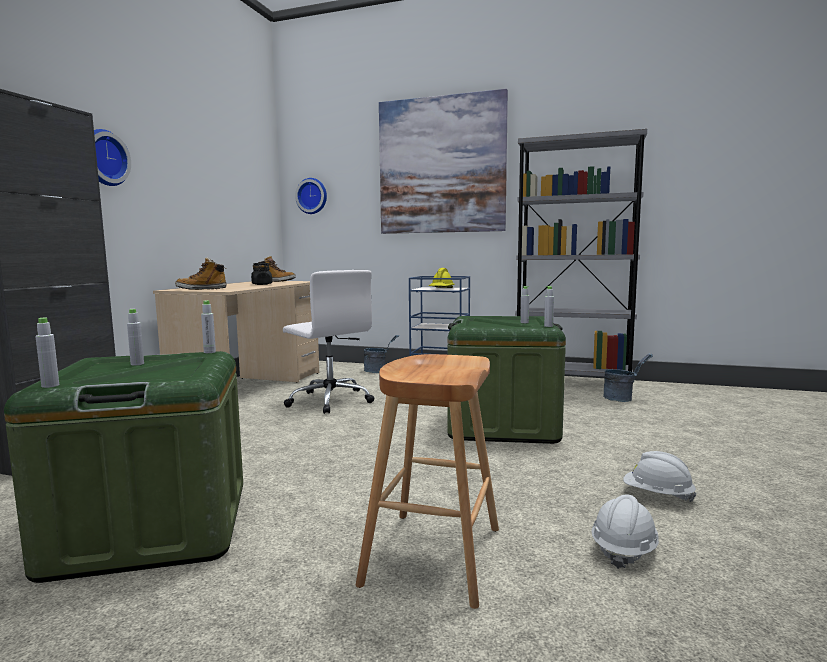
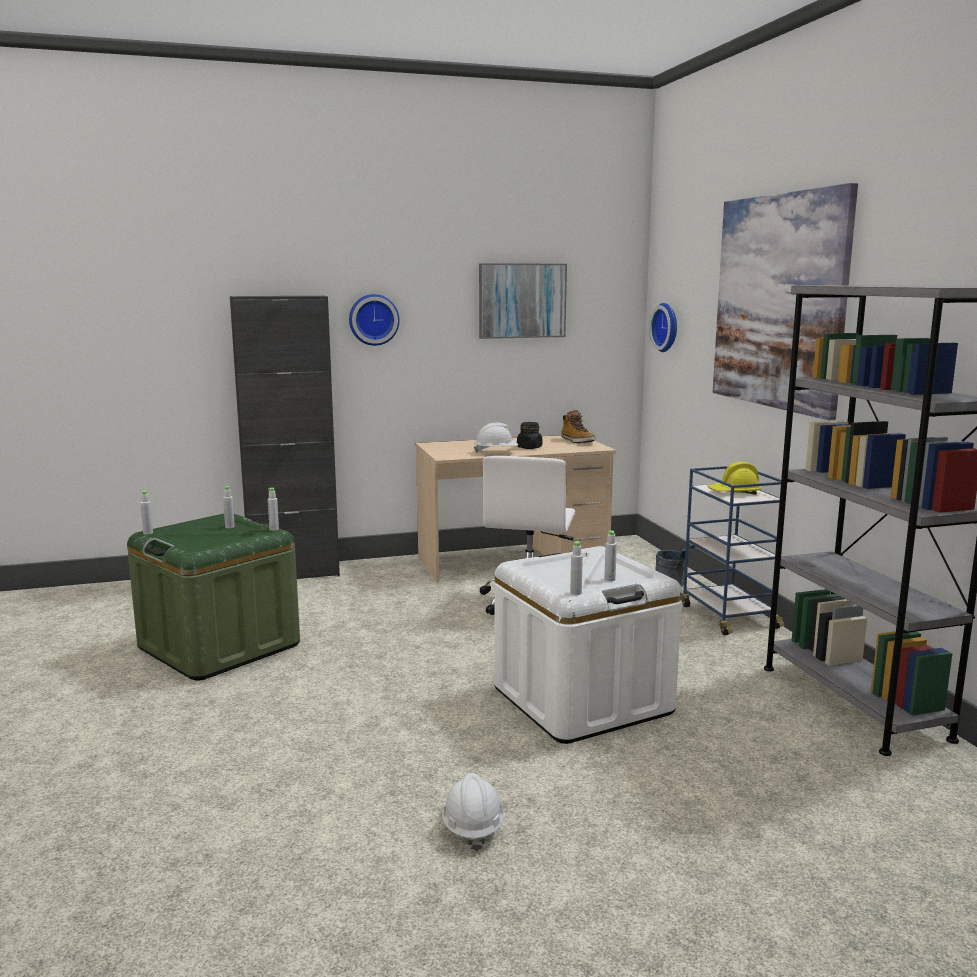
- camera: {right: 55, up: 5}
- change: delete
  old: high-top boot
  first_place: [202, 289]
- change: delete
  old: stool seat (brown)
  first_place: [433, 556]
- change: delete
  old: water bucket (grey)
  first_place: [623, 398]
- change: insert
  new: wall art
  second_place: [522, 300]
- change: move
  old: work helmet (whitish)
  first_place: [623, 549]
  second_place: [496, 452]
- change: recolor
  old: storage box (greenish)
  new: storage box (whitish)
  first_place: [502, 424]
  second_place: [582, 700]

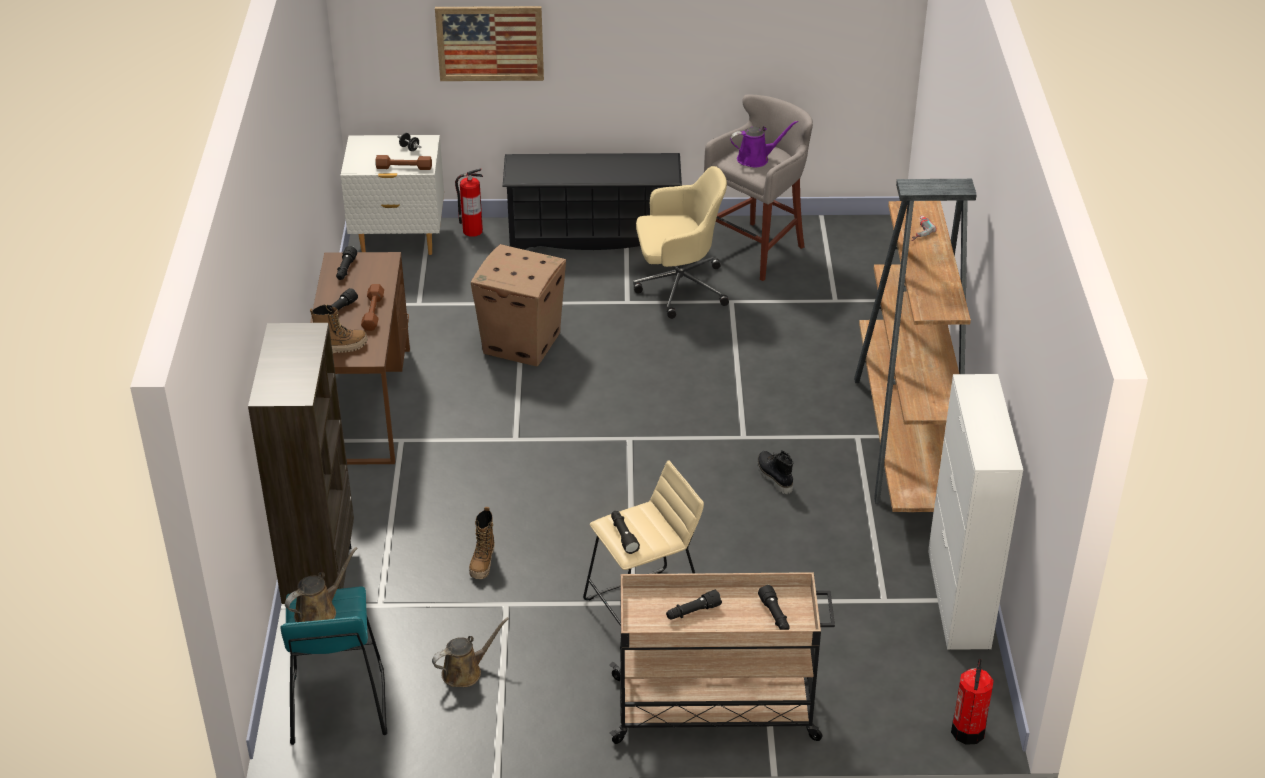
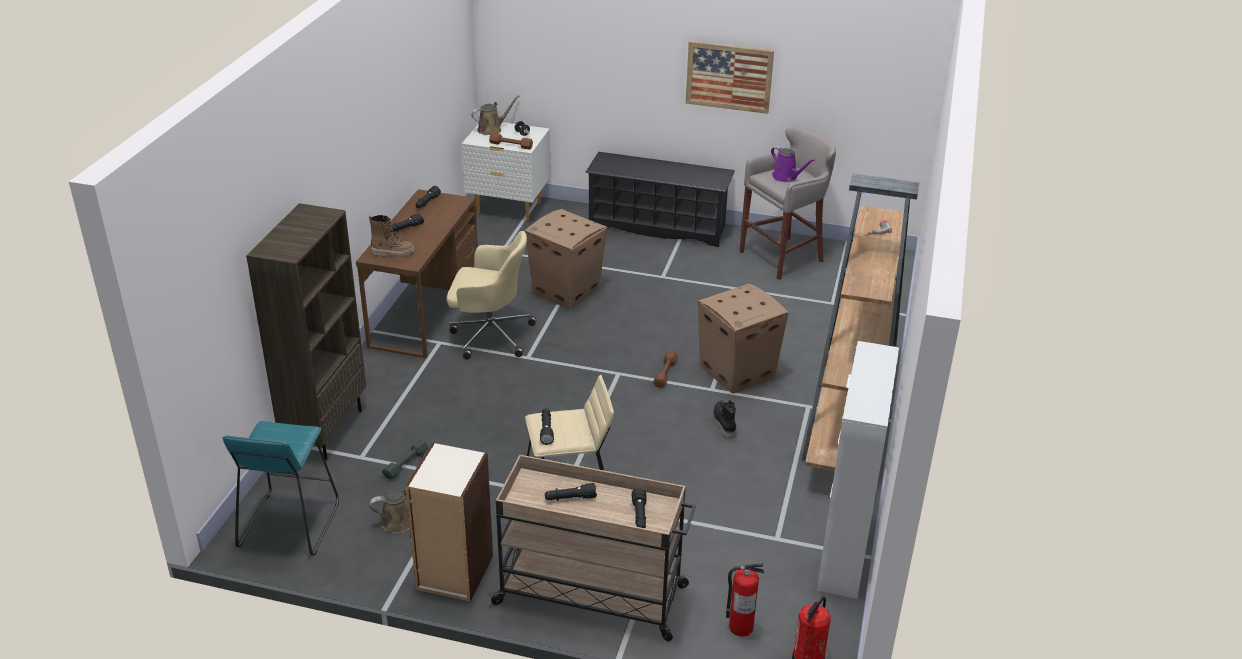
- camera: {right: 15, up: -5}
- change: delete
  old: high-top boot
  first_place: [483, 563]
- change: insert
  new: dumbbell (grey)
  second_place: [406, 464]
- change: insert
  new: shelving unit
  second_place: [454, 573]
- change: insert
  new: packing box
  second_place: [738, 372]
- change: move
  old: sprinkling can (brown)
  first_place: [319, 611]
  second_place: [492, 129]
- change: move
  old: dumbbell (brown)
  first_place: [373, 312]
  second_place: [665, 373]
- change: move
  old: wall art
  first_place: [490, 43]
  second_place: [729, 76]
- change: move
  old: fire extinguisher
  first_place: [472, 231]
  second_place: [740, 627]
- change: move
  old: desk chair (beige-coloured)
  first_place: [678, 287]
  second_place: [489, 335]
- change: rotate
  old: sprinkling can (purple)
  first_place: [756, 158]
  second_place: [786, 177]
  degrees: 45

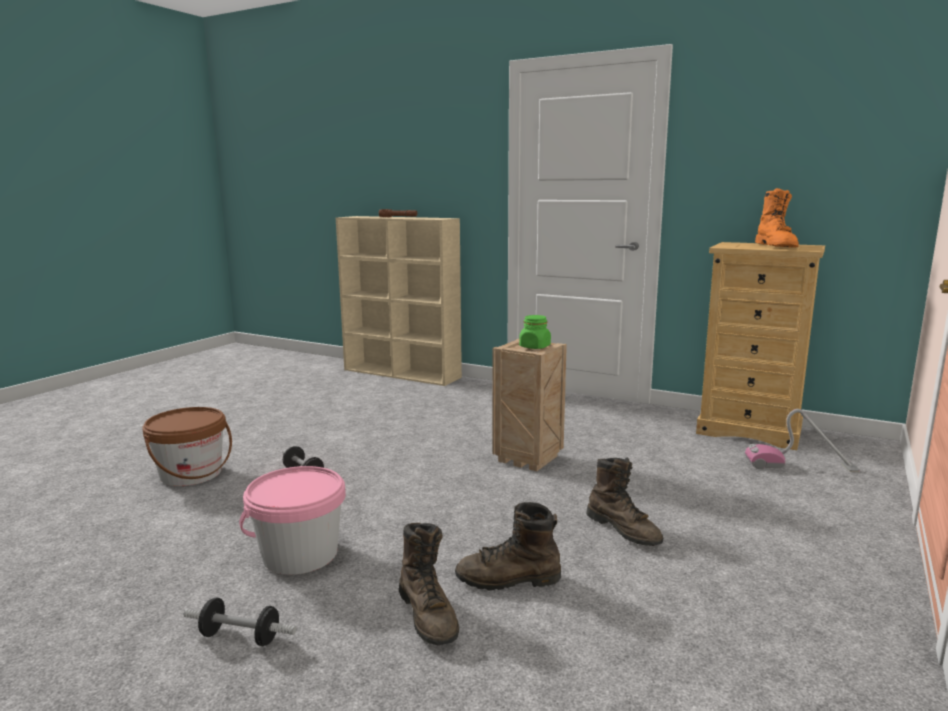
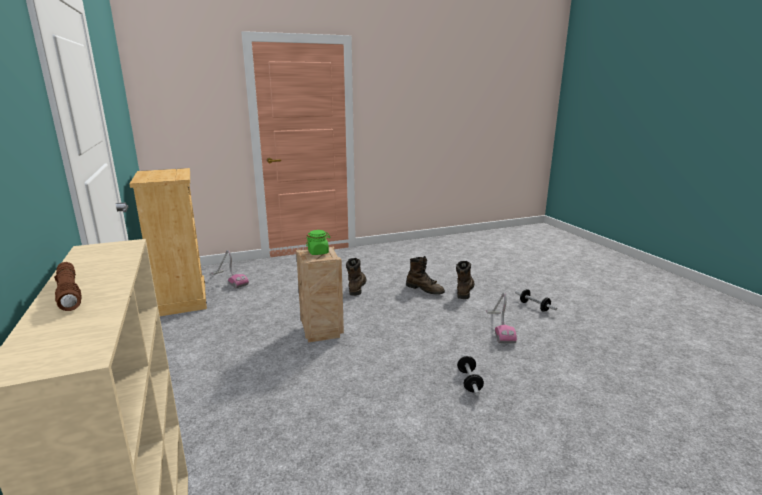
- camera: {right: -140, up: 5}
- change: delete
  old: water bucket (brown)
  first_place: [191, 474]
- change: delete
  old: high-top boot (orange-coloured)
  first_place: [776, 246]
- change: replace
  old: water bucket (pinkish)
  new: vacuum cleaner
  first_place: [300, 554]
  second_place: [499, 327]

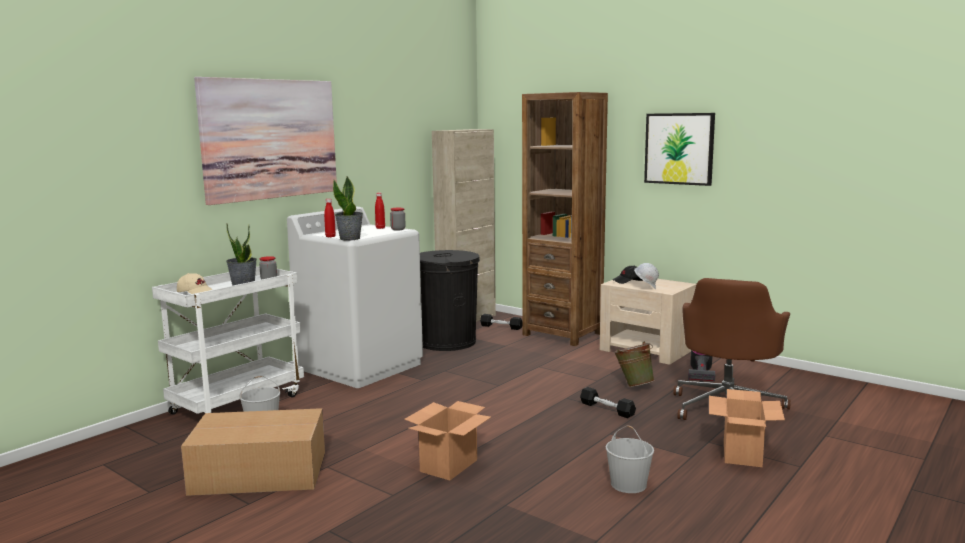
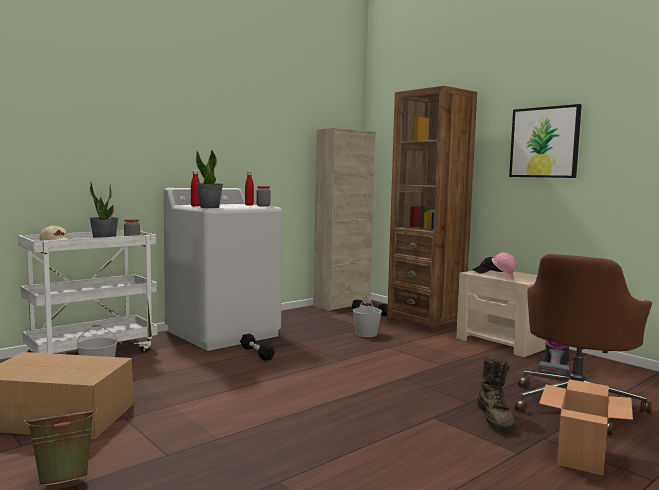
- camera: {right: 10, up: -5}
- change: delete
  old: wall art
  first_place: [270, 139]
- change: delete
  old: packing box
  first_place: [449, 465]
- change: delete
  old: rubbish bin (black)
  first_place: [447, 342]
- change: insert
  new: high-top boot (brown)
  second_place: [495, 418]
- change: move
  old: dumbbell (black)
  first_place: [607, 409]
  second_place: [257, 353]
- change: move
  old: water bucket (whitish)
  first_place: [629, 484]
  second_place: [366, 334]
- change: move
  old: water bucket (greenish)
  first_place: [633, 385]
  second_place: [64, 479]
- change: recolor
  old: work helmet (whitish)
  new: work helmet (pinkish)
  first_place: [645, 288]
  second_place: [503, 278]

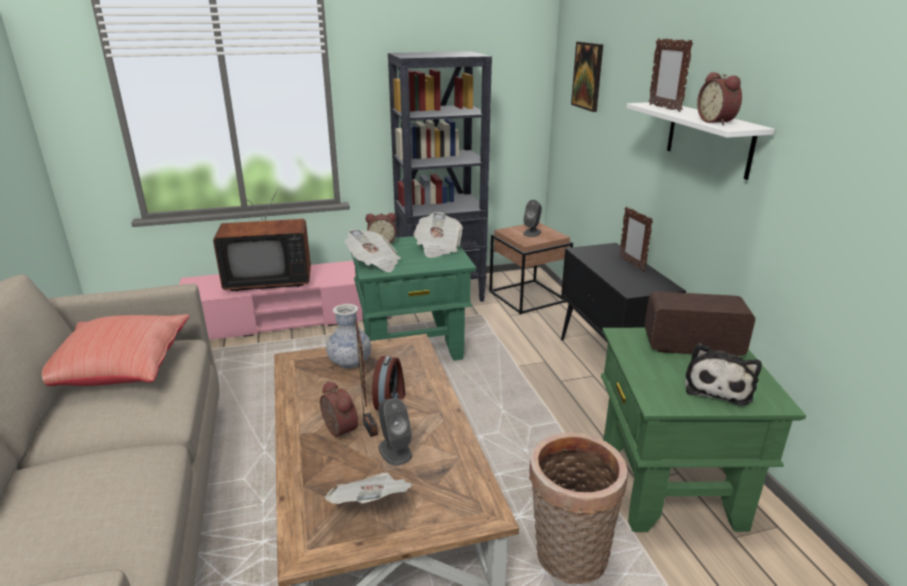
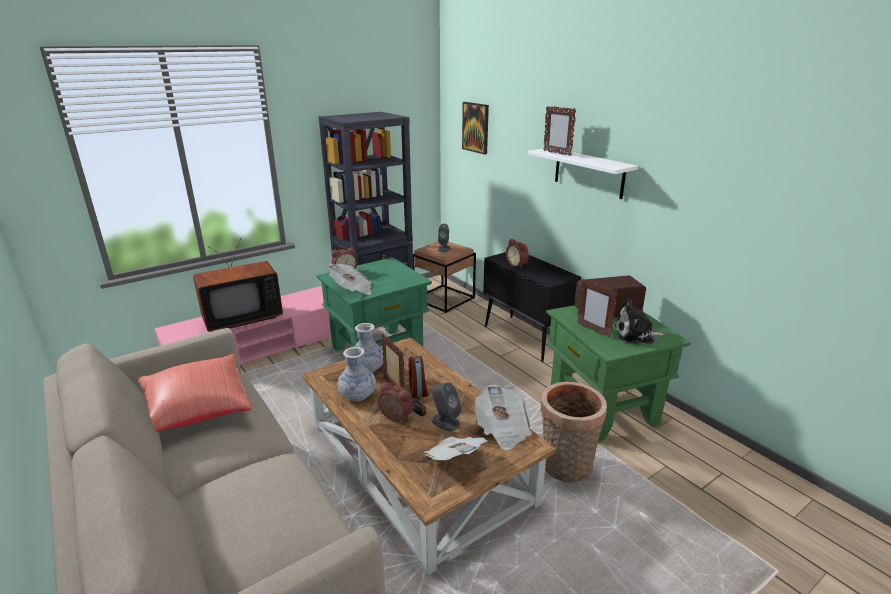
- camera: {right: -20, up: 0}
- change: insert
  new: decorative vase
  second_place: [357, 395]
- change: move
  old: newspaper
  first_place: [437, 248]
  second_place: [502, 429]
- change: move
  old: standing frame
  first_place: [631, 264]
  second_place: [593, 330]
- change: move
  old: bedside clock
  first_place: [717, 122]
  second_place: [517, 264]
- change: rotate
  old: soft toy
  first_place: [718, 387]
  second_place: [636, 335]
  degrees: 90

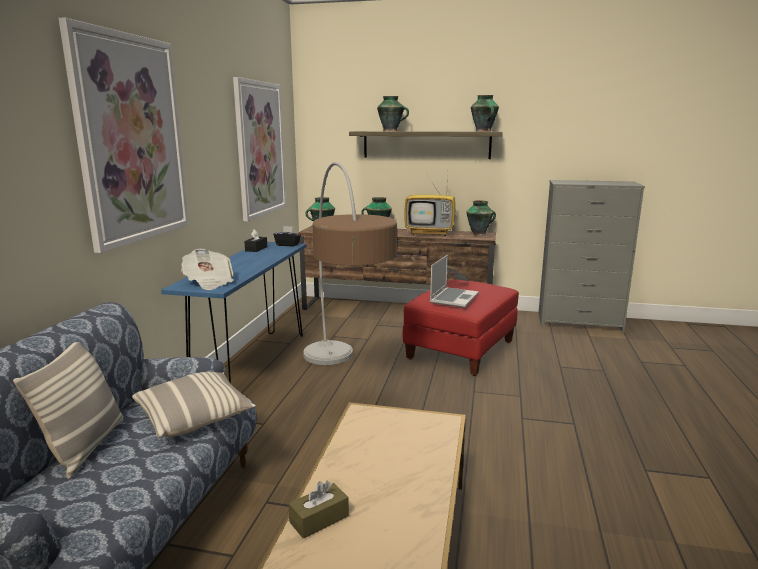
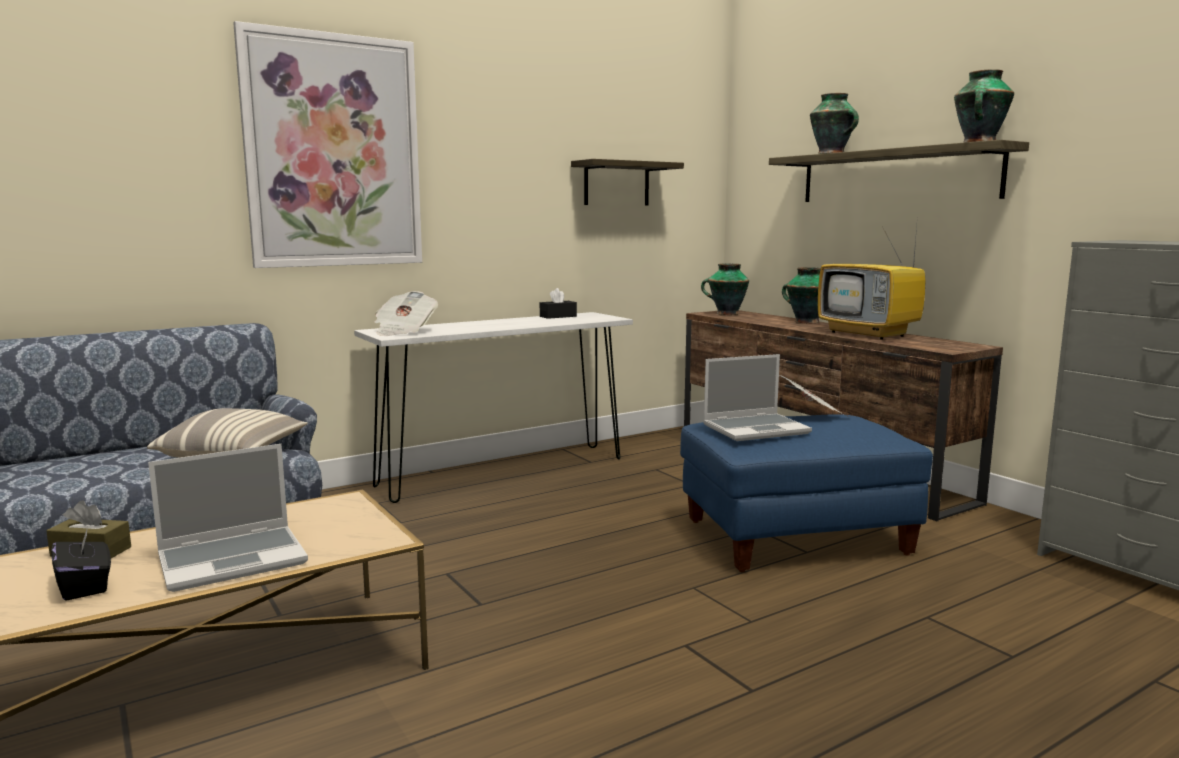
- camera: {right: 45, up: -5}
- change: delete
  old: pillow
  first_place: [85, 447]
- change: delete
  old: standard lamp
  first_place: [343, 385]
- change: delete
  old: decorative vase
  first_place: [479, 234]
- change: insert
  new: laptop
  second_place: [234, 559]
- change: move
  old: tissue holder (black)
  first_place: [287, 245]
  second_place: [85, 586]
- change: replace
  old: wall art
  new: wall shelf
  first_place: [260, 149]
  second_place: [616, 184]
- change: recolor
  old: console table (blue)
  new: console table (whitish)
  first_place: [253, 367]
  second_place: [503, 472]
- change: recolor
  old: pouffe (red-coloured)
  new: pouffe (blue)
  first_place: [460, 350]
  second_place: [795, 537]

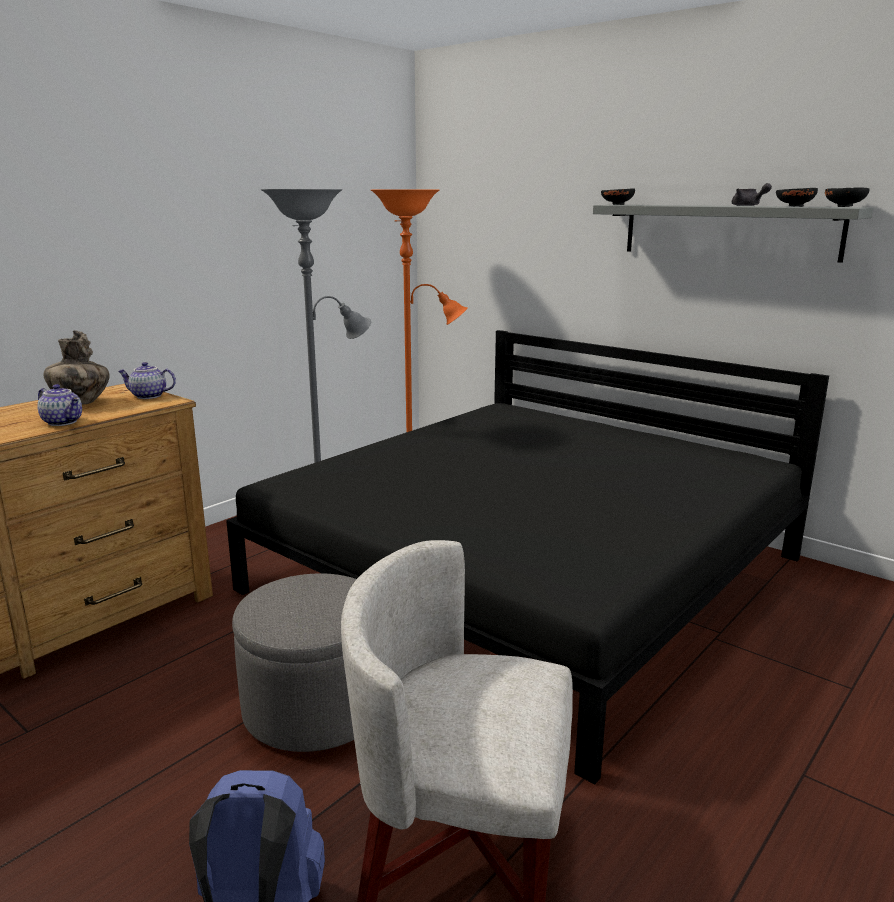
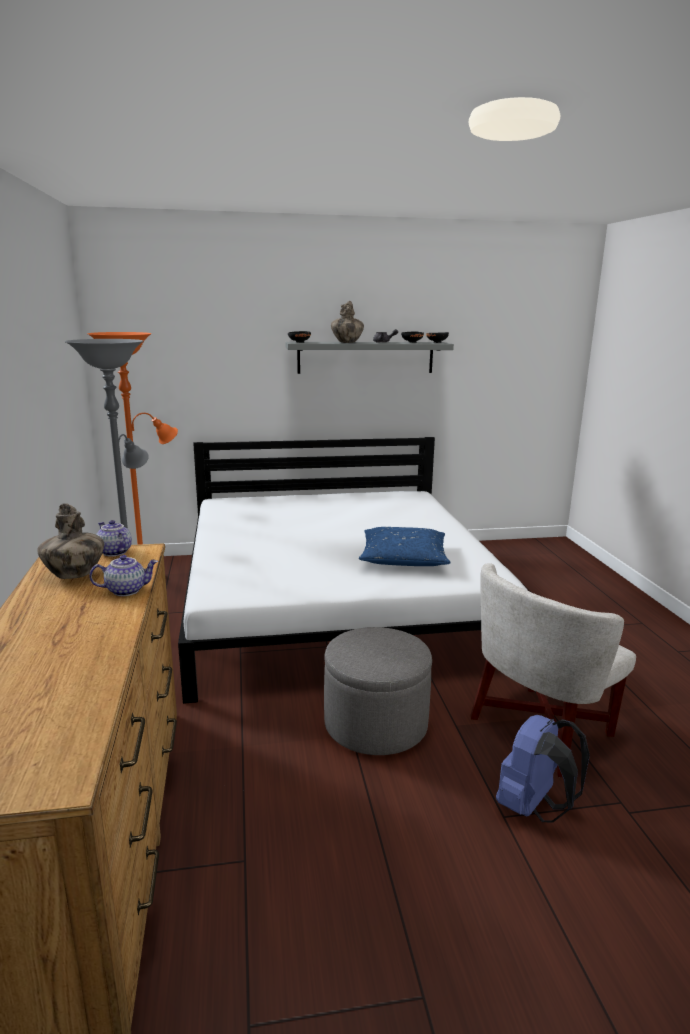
- camera: {right: -50, up: 0}
- change: insert
  new: decorative vase
  second_place: [347, 342]
- change: insert
  new: pillow (blue)
  second_place: [403, 558]
- change: recolor
  old: bedroom bed (black)
  new: bedroom bed (whitish)
  first_place: [529, 574]
  second_place: [336, 604]
- change: rotate
  old: pot for tea
  first_place: [148, 396]
  second_place: [114, 552]
  degrees: 90

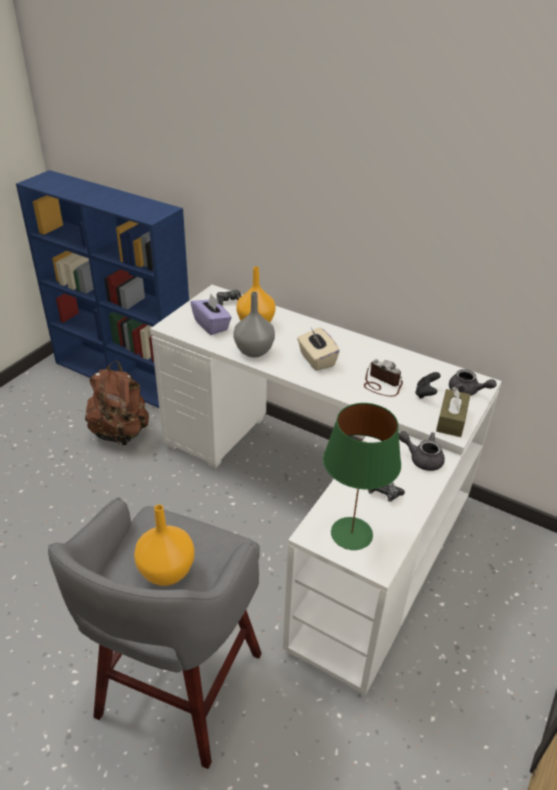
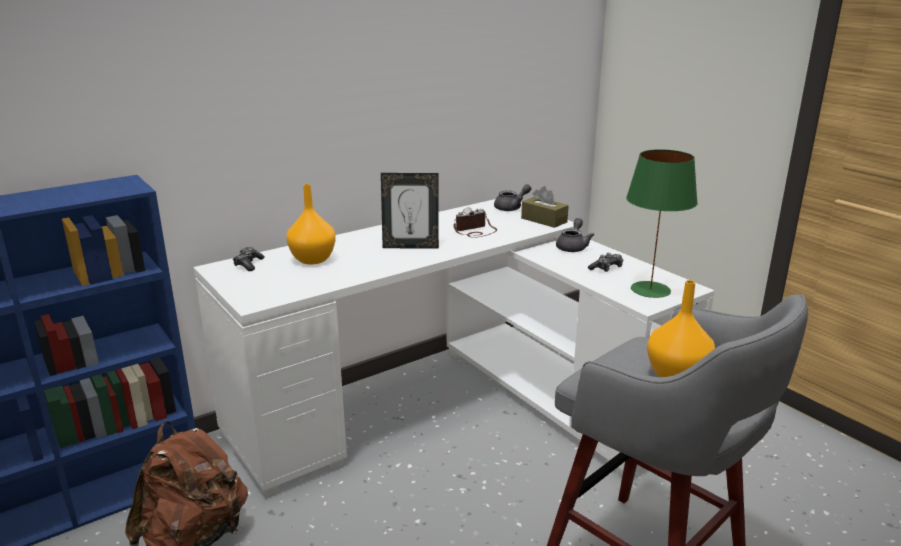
- camera: {right: -65, up: -15}
- change: delete
  old: tissue holder (purple)
  first_place: [211, 325]
- change: delete
  old: decorative vase (grey)
  first_place: [255, 351]
- change: delete
  old: joypad (black)
  first_place: [425, 394]
- change: replace
  old: tissue holder (beige-coloured)
  new: standing frame
  first_place: [316, 359]
  second_place: [410, 246]
- change: rotate
  old: pot for tea (grey)
  first_place: [422, 458]
  second_place: [573, 247]
  degrees: 150

